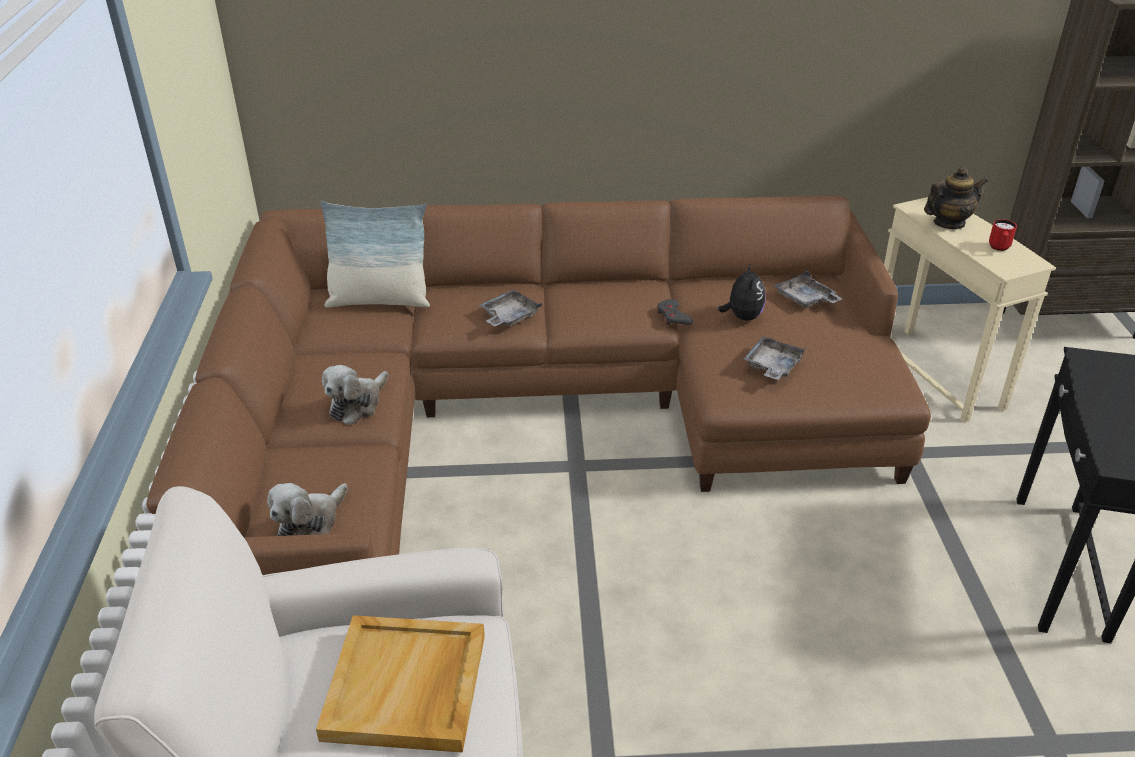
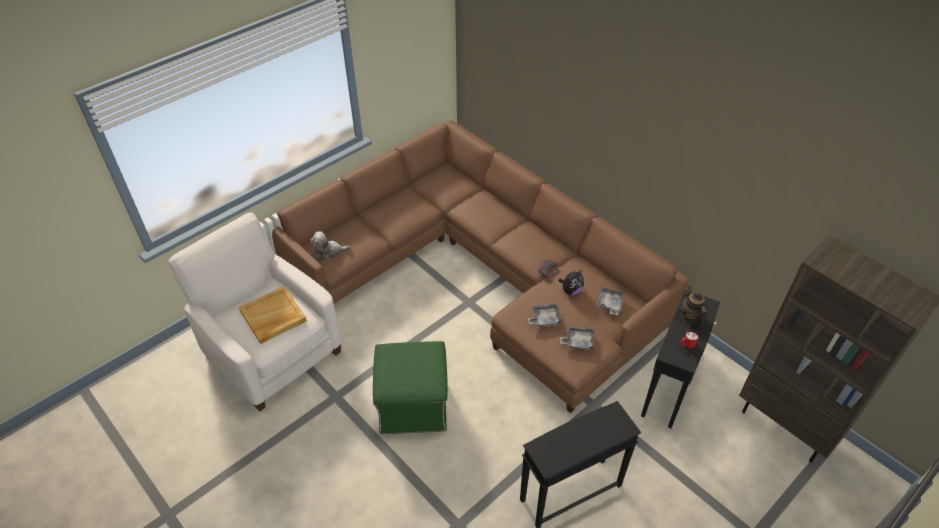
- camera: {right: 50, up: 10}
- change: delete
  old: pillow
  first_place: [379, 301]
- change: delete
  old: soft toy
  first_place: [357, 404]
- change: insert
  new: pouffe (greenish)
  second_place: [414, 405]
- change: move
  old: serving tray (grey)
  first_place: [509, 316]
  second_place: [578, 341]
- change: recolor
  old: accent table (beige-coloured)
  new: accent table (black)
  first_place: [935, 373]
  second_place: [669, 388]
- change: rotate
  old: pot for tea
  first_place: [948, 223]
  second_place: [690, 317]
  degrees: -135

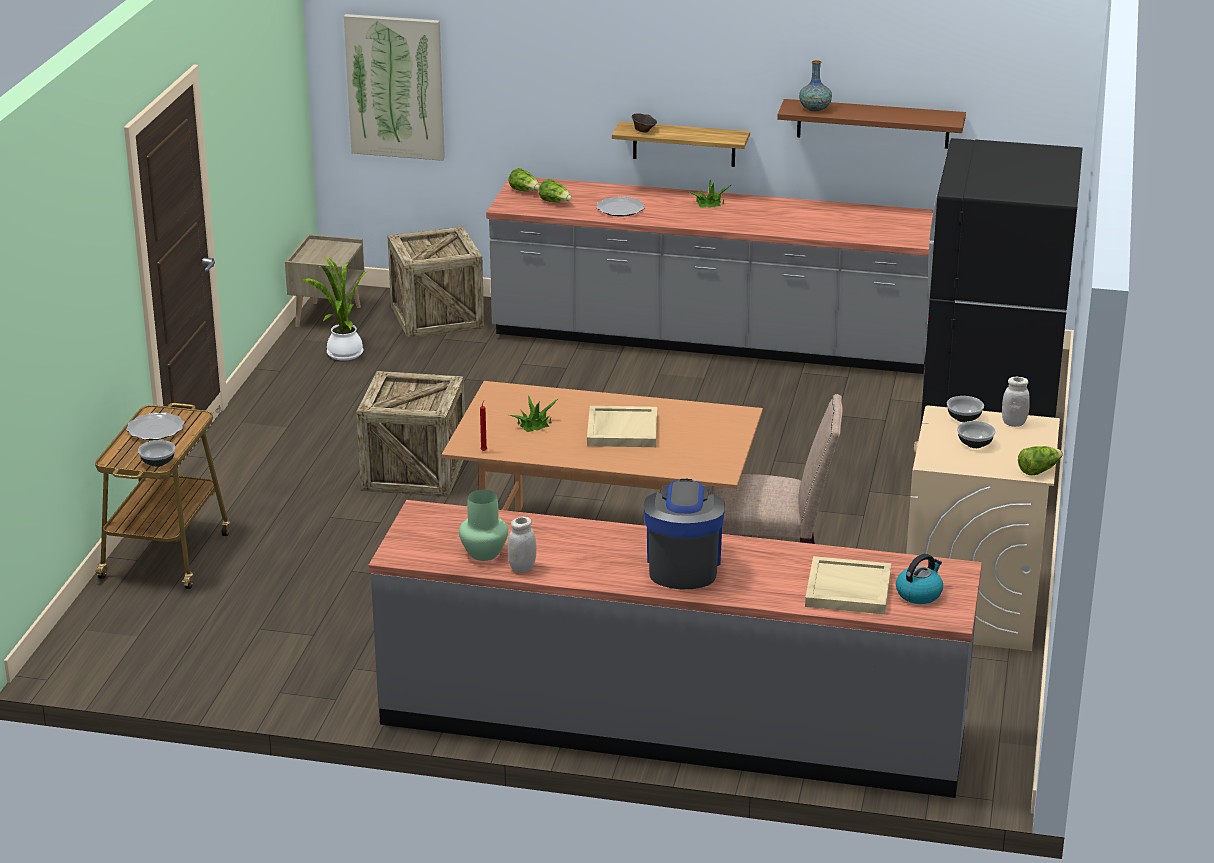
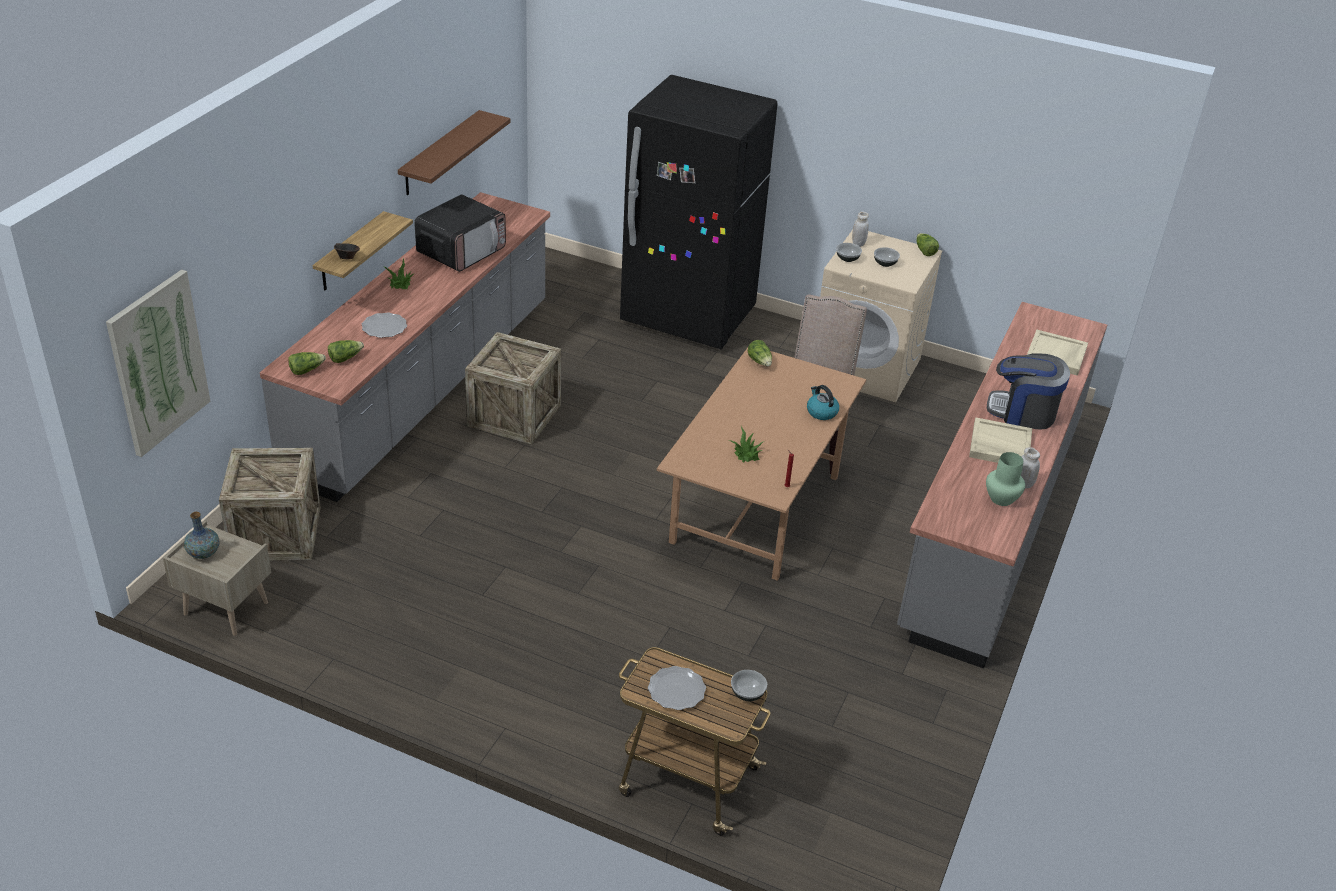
- camera: {right: -80, up: 10}
- change: delete
  old: plant in a pot
  first_place: [343, 355]
- change: insert
  new: microwave oven
  second_place: [462, 251]
- change: insert
  new: lettuce
  second_place: [760, 362]
- change: move
  old: crate
  first_place: [414, 472]
  second_place: [514, 415]
- change: move
  old: serving tray (beige-coloured)
  first_place: [621, 430]
  second_place: [999, 445]
- change: move
  old: decorative vase
  first_place: [815, 109]
  second_place: [203, 553]
- change: move
  old: tea kettle
  first_place: [919, 593]
  second_place: [821, 412]

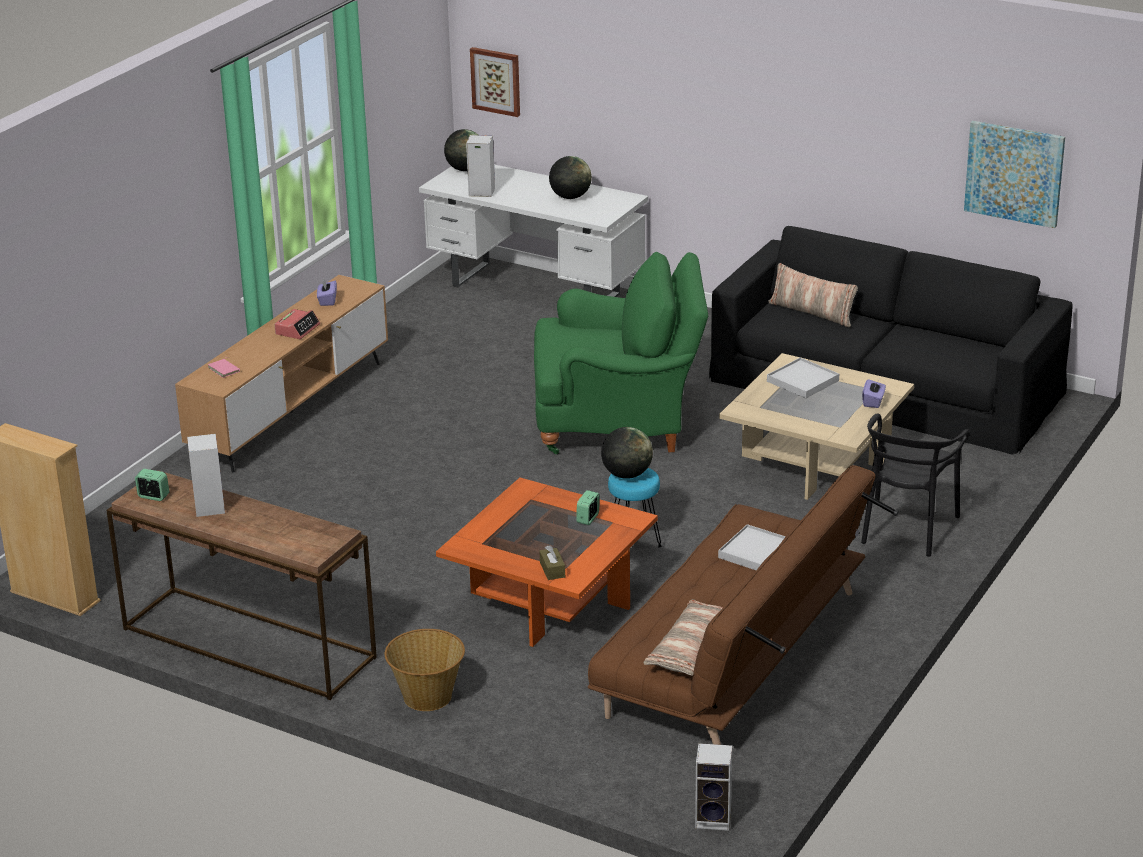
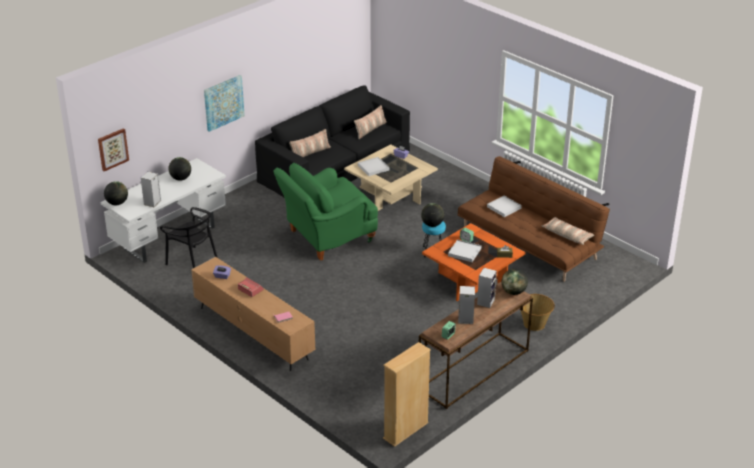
- camera: {right: -75, up: 5}
- change: insert
  new: pillow
  second_place: [370, 129]
- change: insert
  new: serving tray (whitish)
  second_place: [464, 252]
- change: insert
  new: world globe
  second_place: [513, 292]
- change: move
  old: speaker
  first_place: [715, 819]
  second_place: [485, 301]
- change: move
  old: upright chair (black)
  first_place: [907, 528]
  second_place: [192, 262]
- change: move
  old: wall art
  first_place: [1014, 173]
  second_place: [223, 102]
- change: rotate
  old: lounge chair (greenish)
  first_place: [619, 423]
  second_place: [327, 237]
  degrees: -135

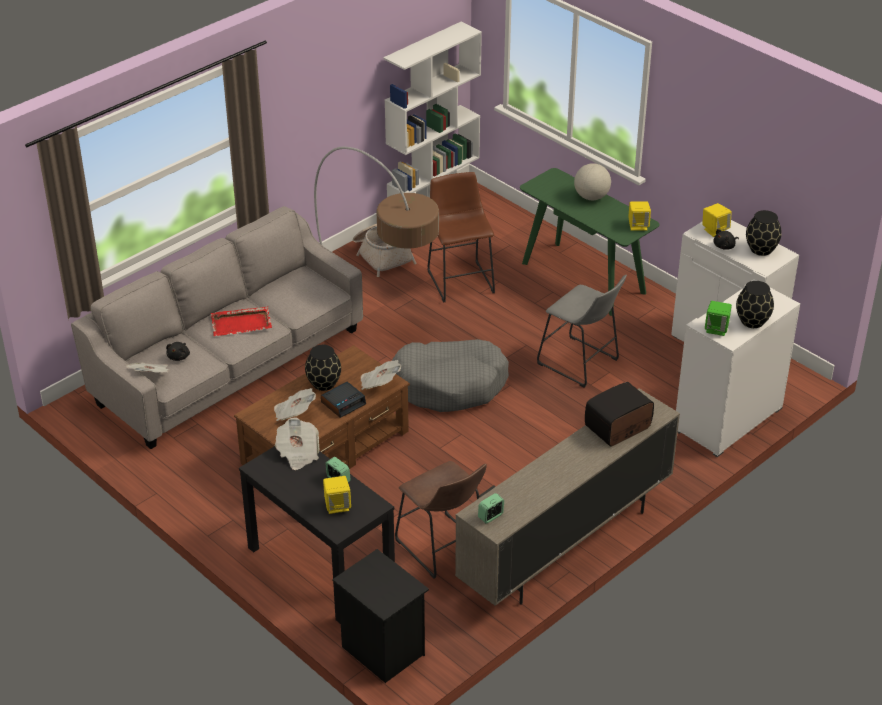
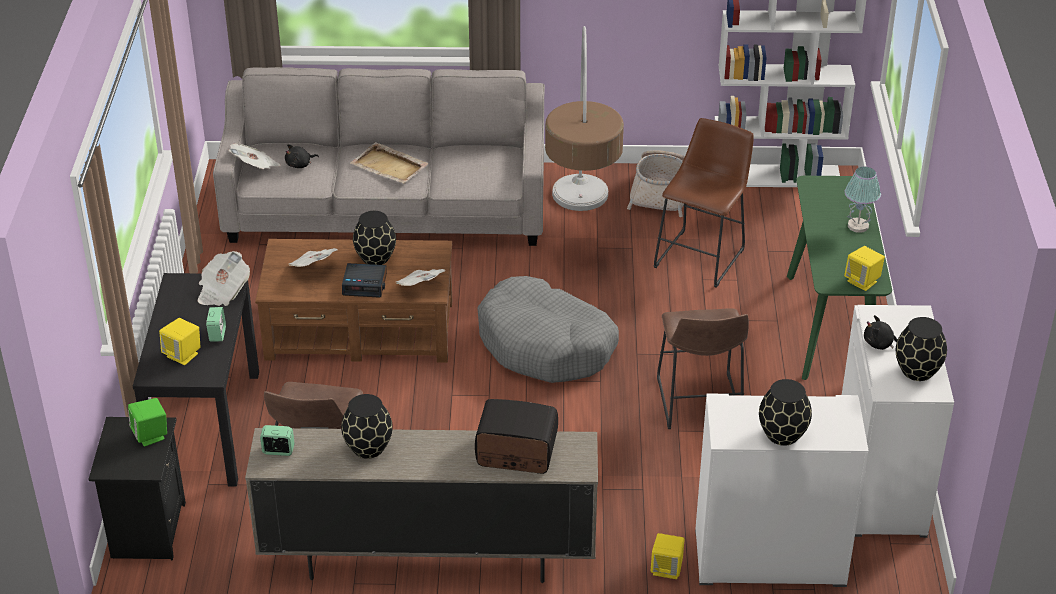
- camera: {right: 45, up: 0}
- change: insert
  new: decorative vase (black)
  second_place: [369, 448]
- change: move
  old: speaker (yellow-coloured)
  first_place: [715, 230]
  second_place: [667, 569]
- change: move
  old: speaker (greenish)
  first_place: [716, 329]
  second_place: [150, 435]
- change: replace
  old: world globe
  new: lamp for a table
  first_place: [591, 197]
  second_place: [858, 226]
- change: recolor
  old: serving tray (red-coloured)
  new: serving tray (beige-coloured)
  first_place: [242, 323]
  second_place: [390, 166]
- change: recolor
  old: stool seat (grey)
  new: stool seat (brown)
  first_place: [581, 364]
  second_place: [699, 405]

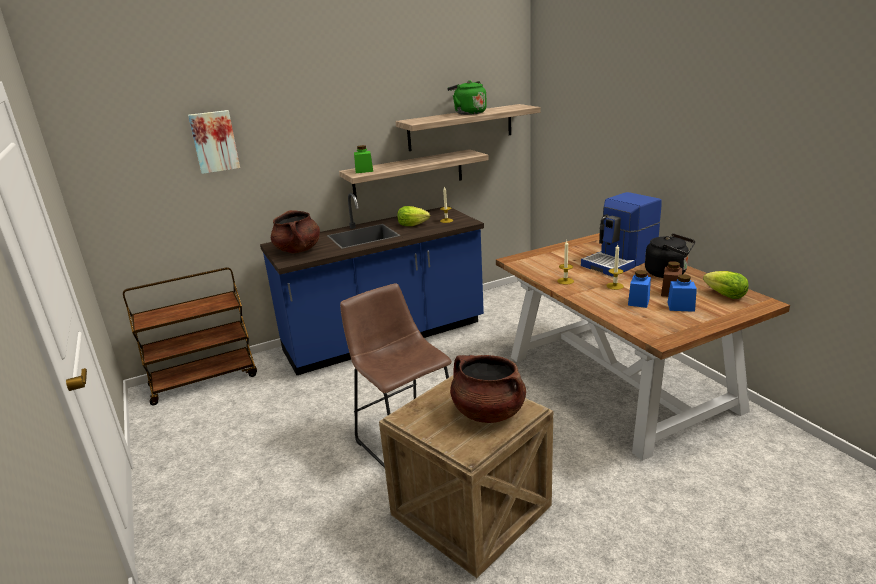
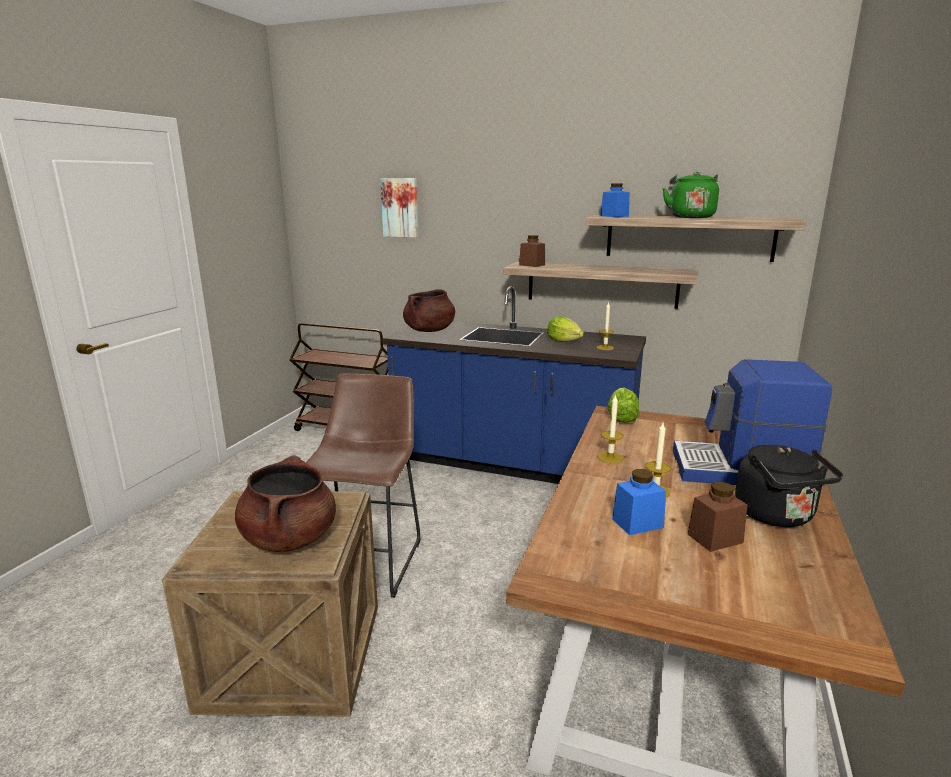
- camera: {right: 45, up: -5}
- change: move
  old: preserve jar (blue)
  first_place: [680, 307]
  second_place: [614, 216]
- change: move
  old: lettuce
  first_place: [725, 295]
  second_place: [621, 418]
- change: recolor
  old: preserve jar (greenish)
  new: preserve jar (brown)
  first_place: [364, 171]
  second_place: [532, 265]

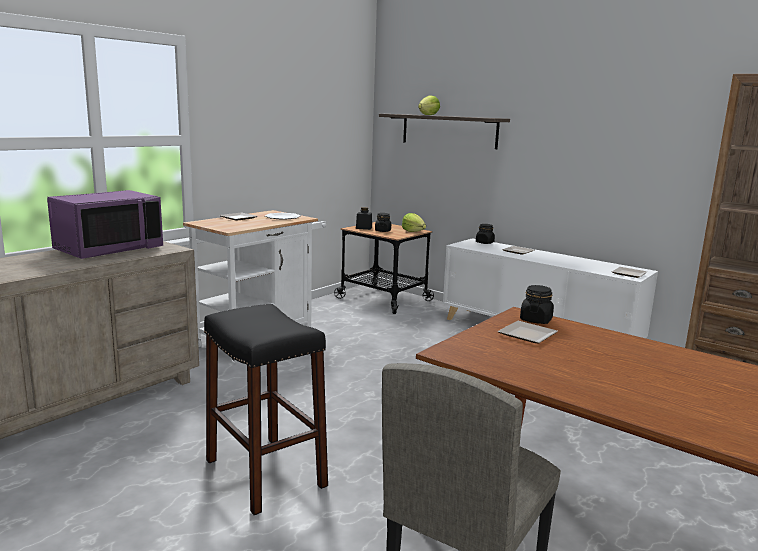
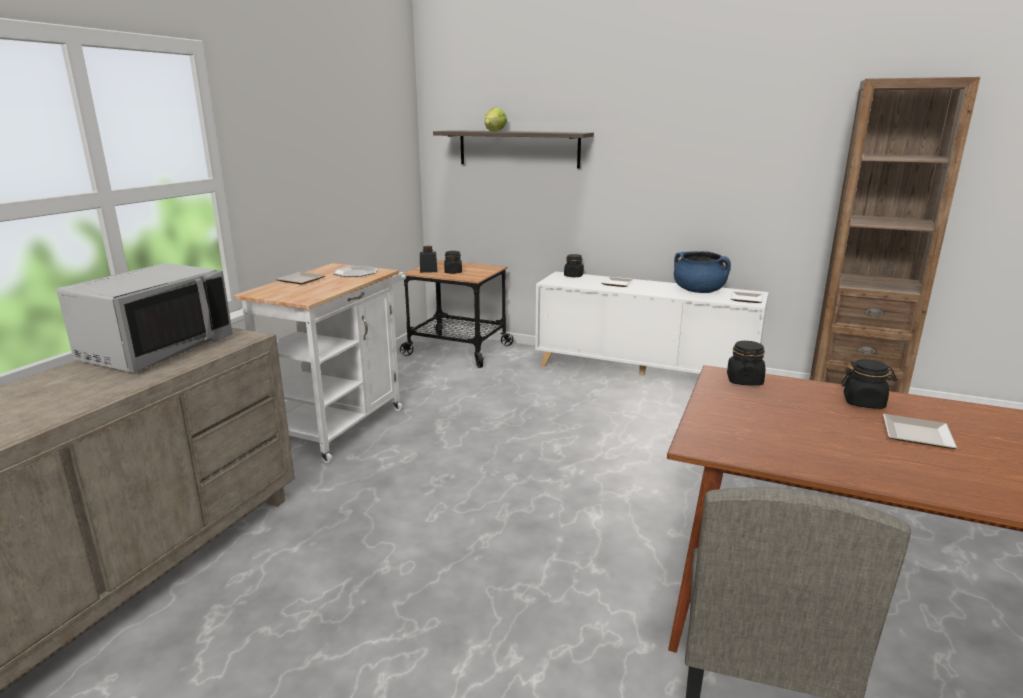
- camera: {right: -15, up: 5}
- change: delete
  old: stool seat (black)
  first_place: [265, 473]
- change: delete
  old: lettuce
  first_place: [413, 231]
- change: insert
  new: stockpot (blue)
  second_place: [698, 291]
- change: insert
  new: preserve jar (black)
  second_place: [864, 402]
- change: move
  old: dinner plate
  first_place: [526, 334]
  second_place: [914, 434]
- change: recolor
  old: microwave oven (purple)
  new: microwave oven (grey)
  first_place: [108, 249]
  second_place: [156, 349]

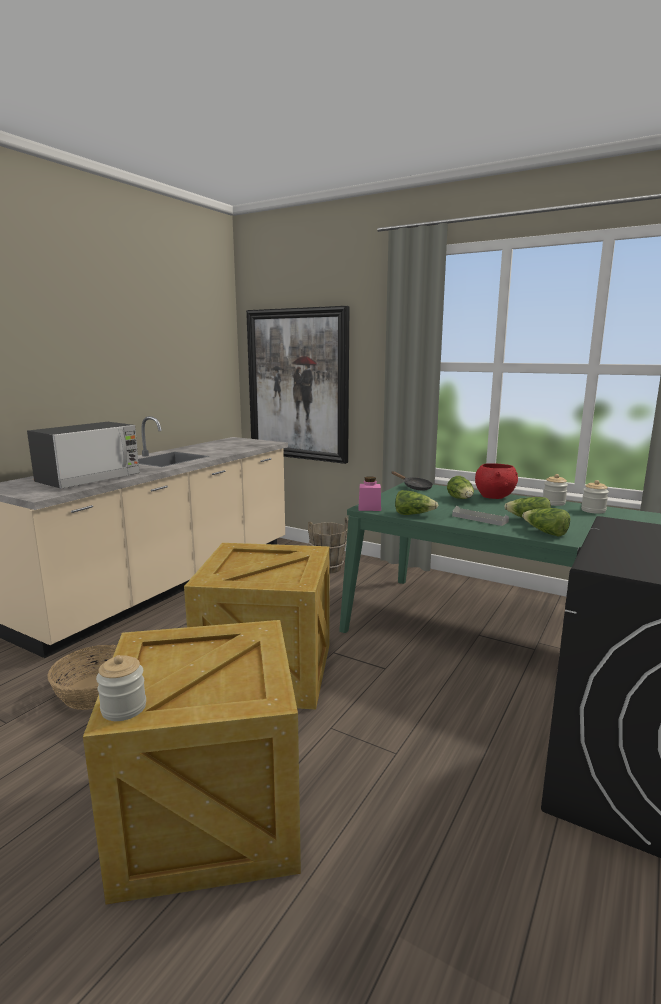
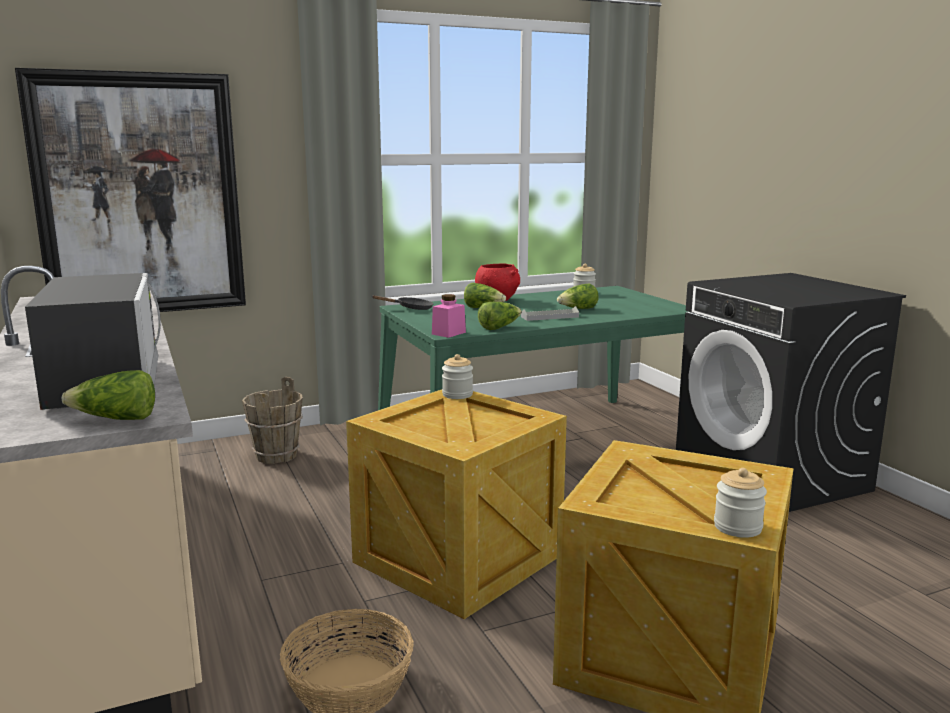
- camera: {right: -55, up: 0}
- change: move
  old: lettuce
  first_place: [545, 532]
  second_place: [116, 419]
- change: move
  old: preserve jar
  first_place: [553, 503]
  second_place: [457, 394]

